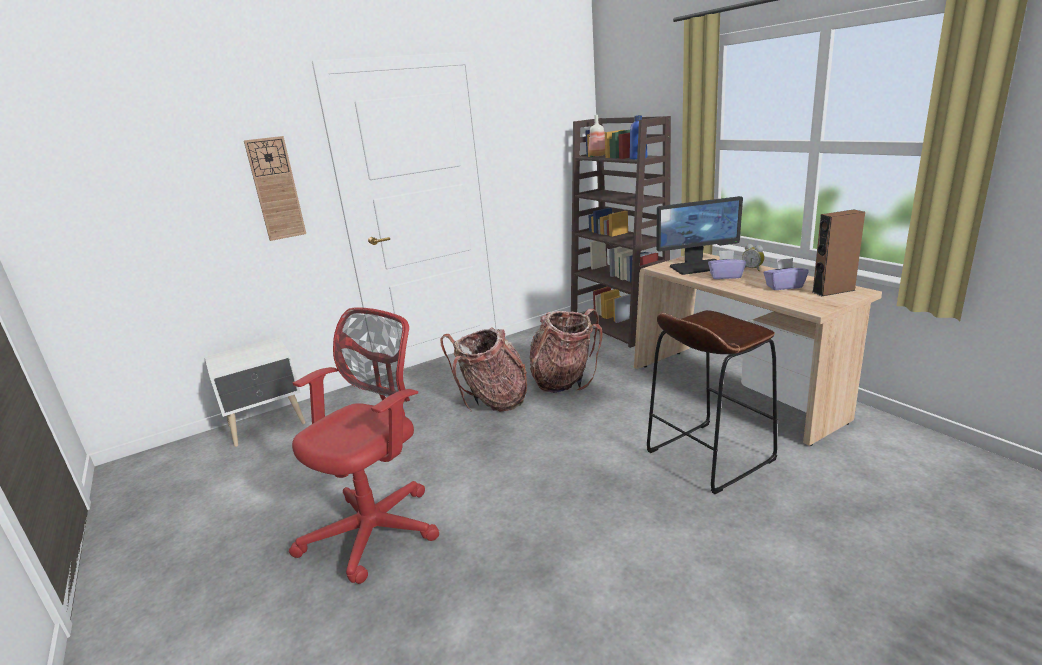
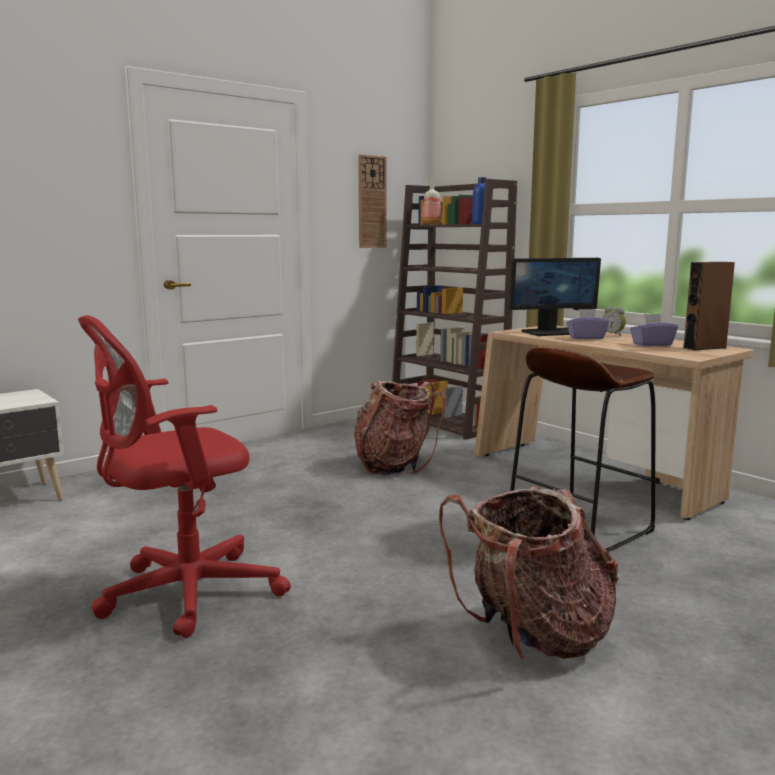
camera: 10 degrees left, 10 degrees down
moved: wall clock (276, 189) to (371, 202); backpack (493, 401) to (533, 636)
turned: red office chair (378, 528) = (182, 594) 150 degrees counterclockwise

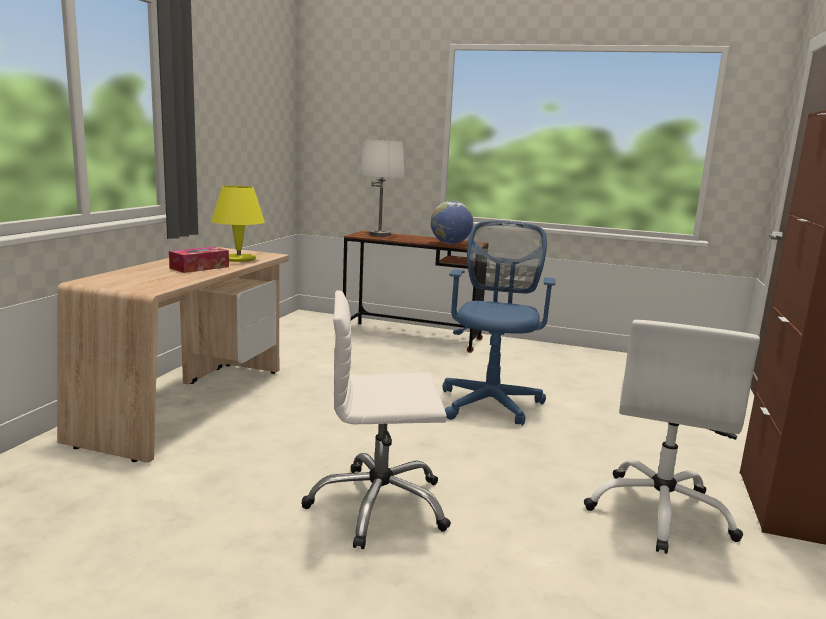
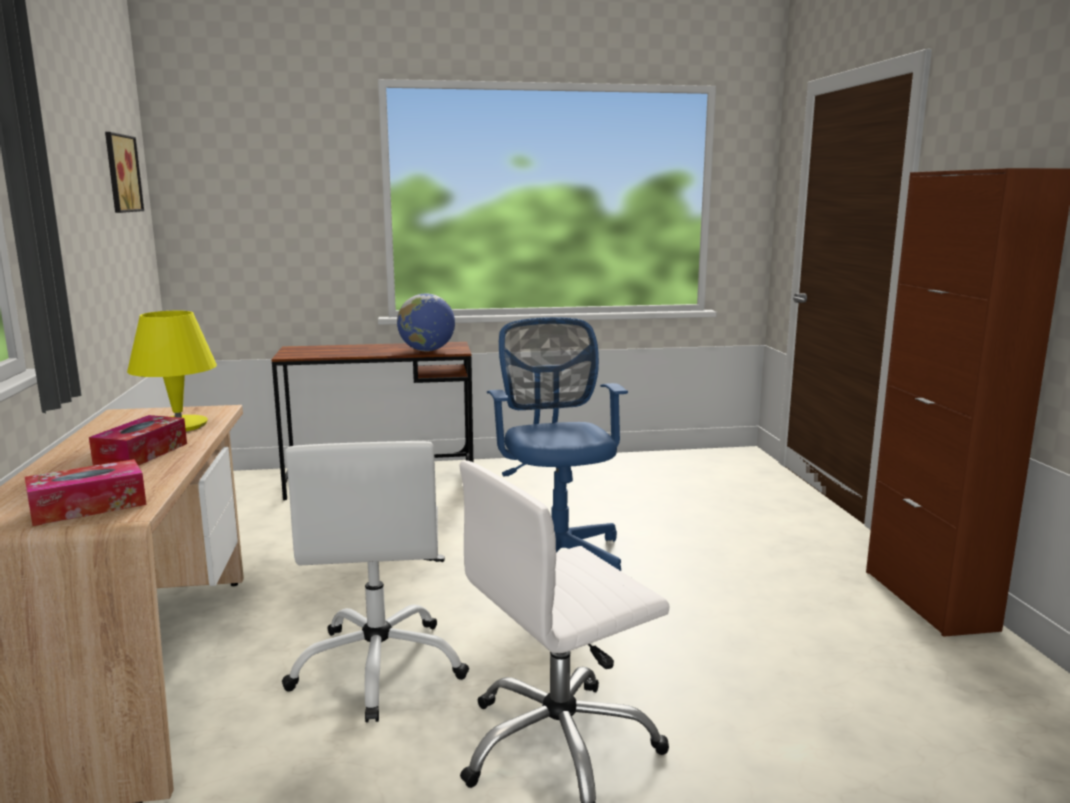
camera: 25 degrees left, 0 degrees up
removed: white table lamp (380, 234)
added: picture (119, 173); tissue box (88, 506)
moved: white office chair (660, 512) to (379, 667)

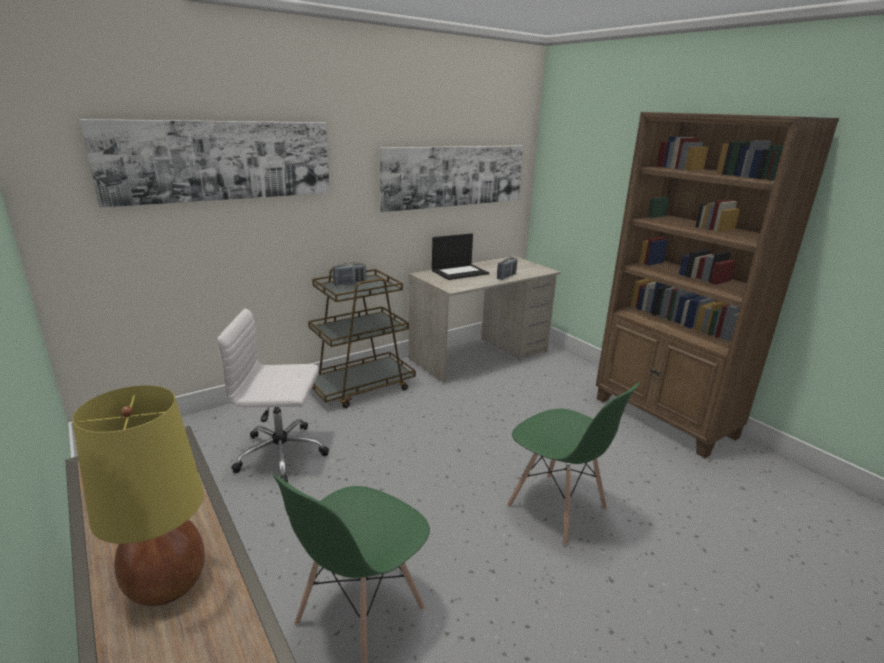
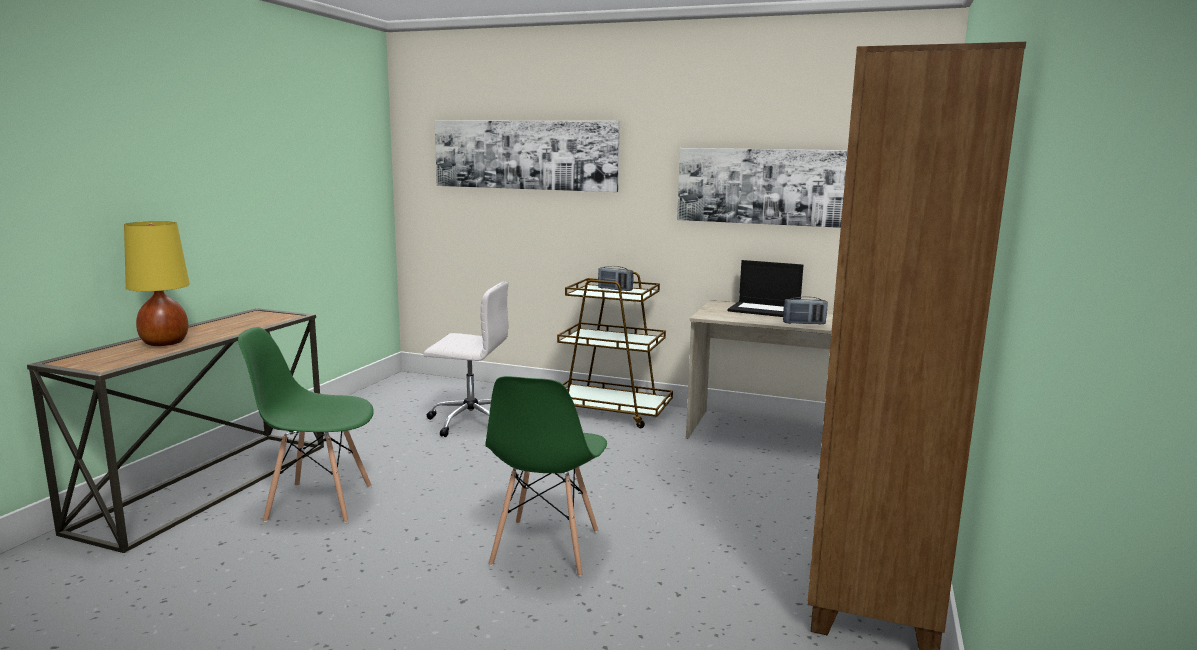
camera: 55 degrees right, 10 degrees down
turned: white office chair (283, 454) = (469, 421) 135 degrees clockwise

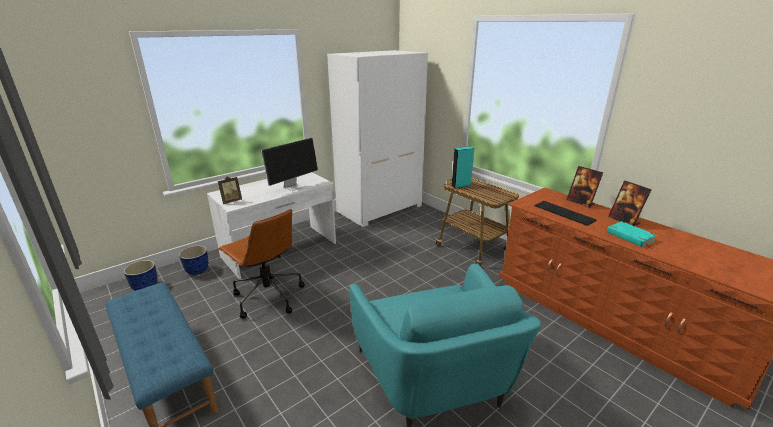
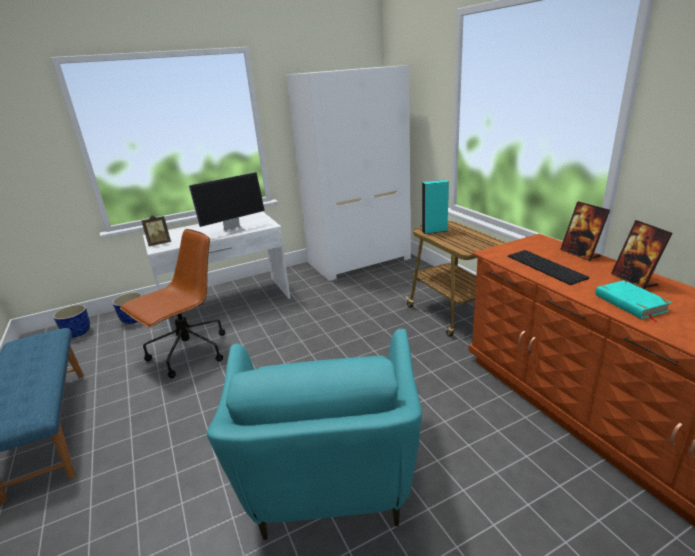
camera: 15 degrees right, 0 degrees up
turned: brown office chair (267, 297) = (188, 353) 105 degrees counterclockwise

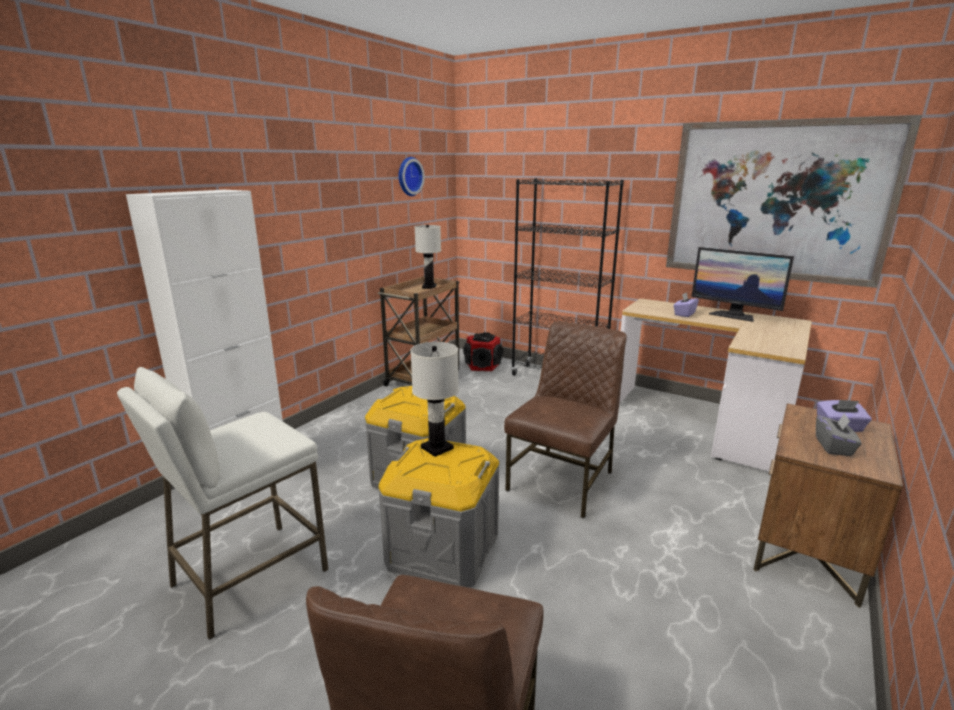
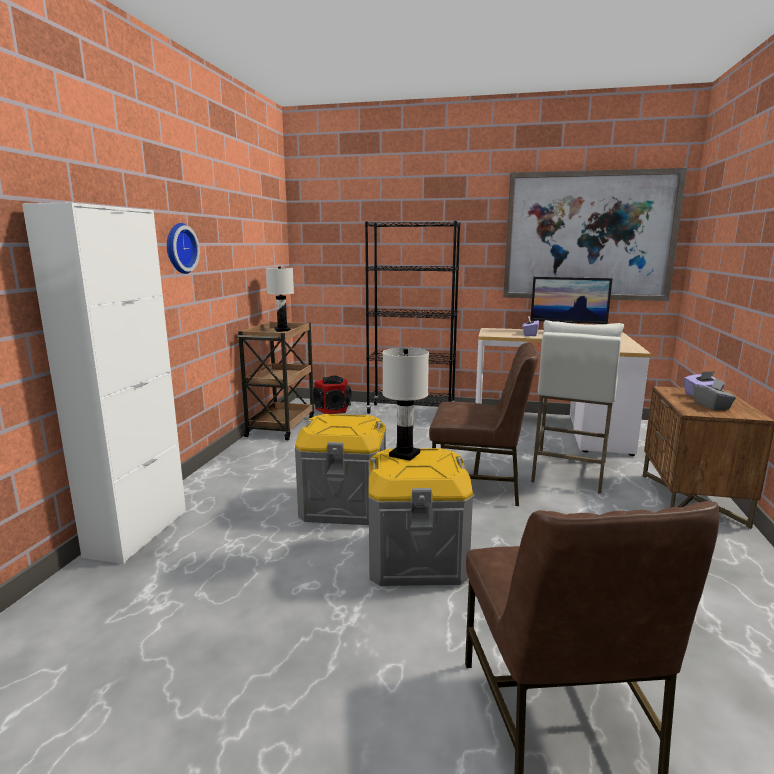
camera: 20 degrees left, 5 degrees down
moved: wall clock (408, 176) to (179, 248); white stool (249, 577) to (568, 471)
turned: brown chair (563, 480) = (478, 486) 90 degrees clockwise

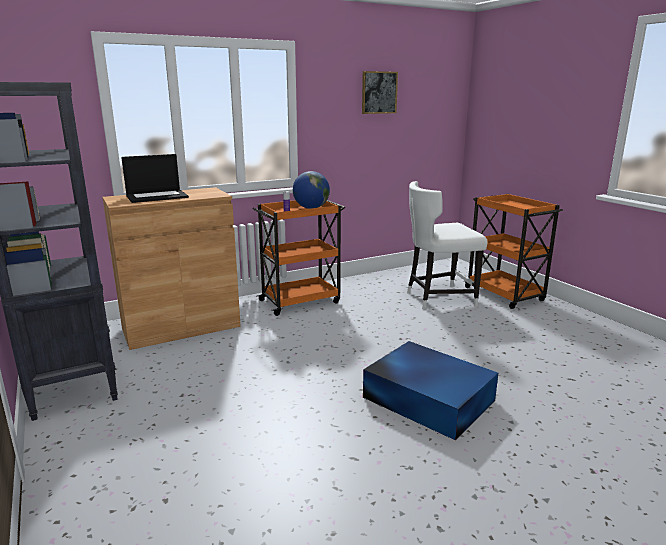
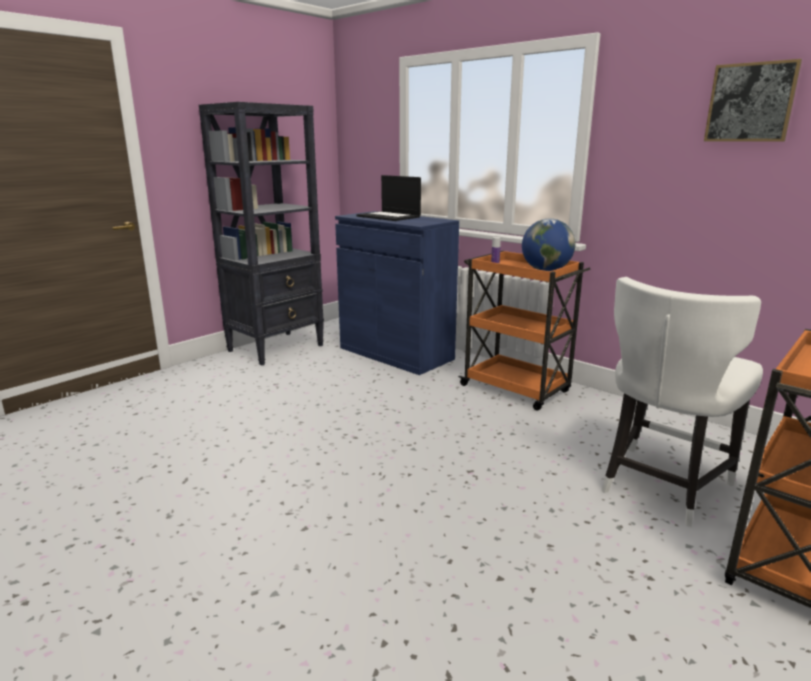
camera: 70 degrees right, 0 degrees up
removed: blue storage box (427, 398)
recoloured: brown cabinet (181, 327) to blue cabinet (396, 353)
turned: white chair (438, 298) = (661, 486) 105 degrees counterclockwise

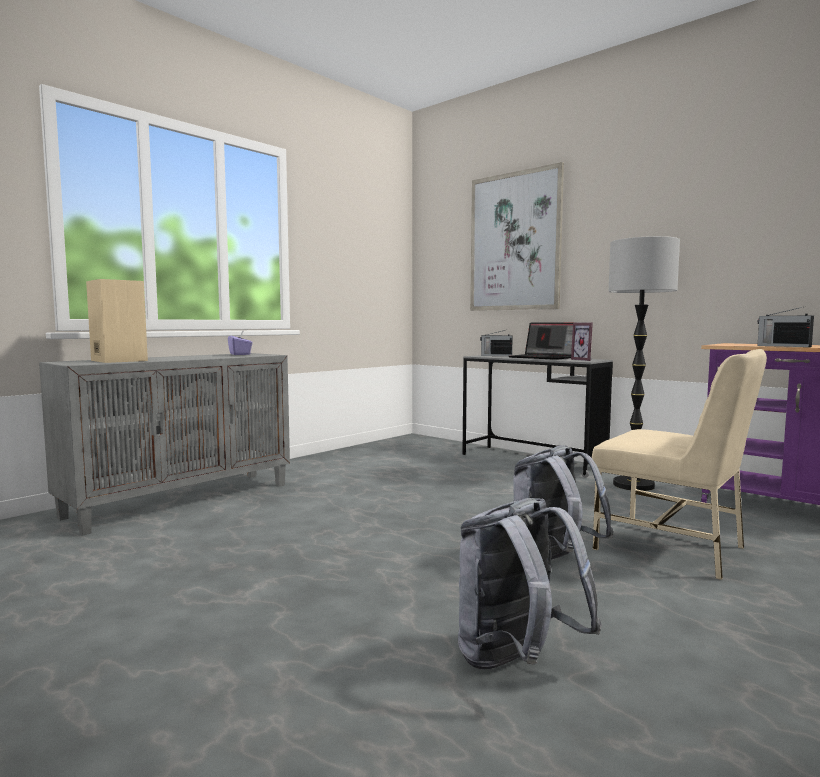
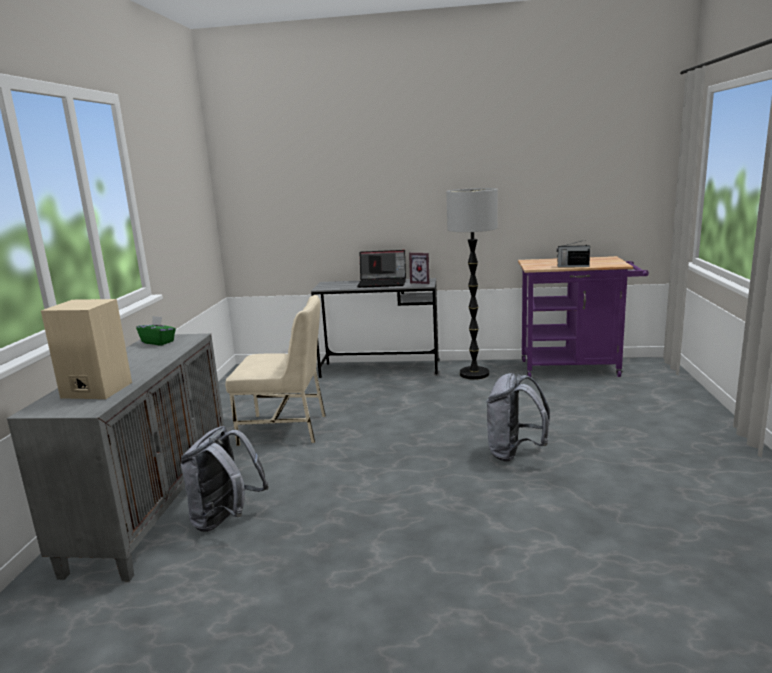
camera: 35 degrees left, 10 degrees up
removed: picture (515, 242); radio (496, 355)
moved: beige chair (672, 548) to (285, 429); grey backpack (516, 662) to (226, 520)
recoloured: purple tissue box (240, 354) to green tissue box (158, 342)

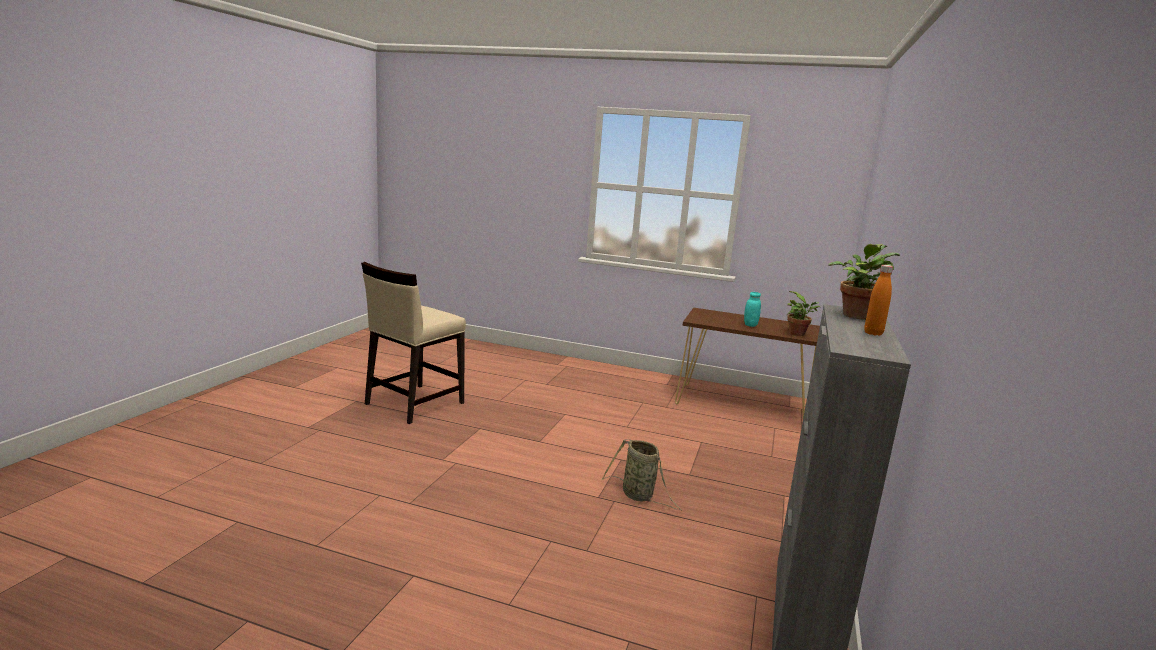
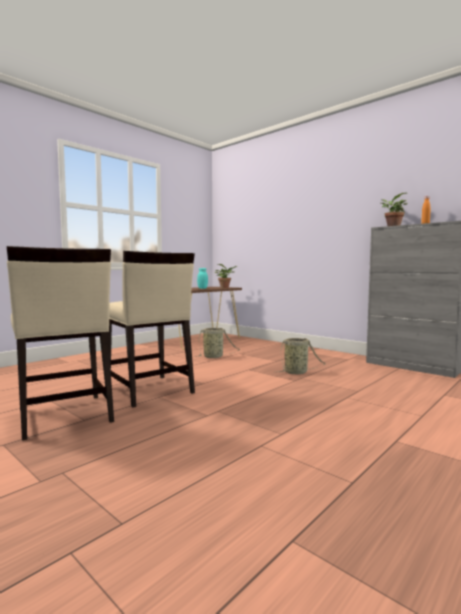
camera: 65 degrees left, 10 degrees down
added: beige chair (149, 390); basket (214, 357)

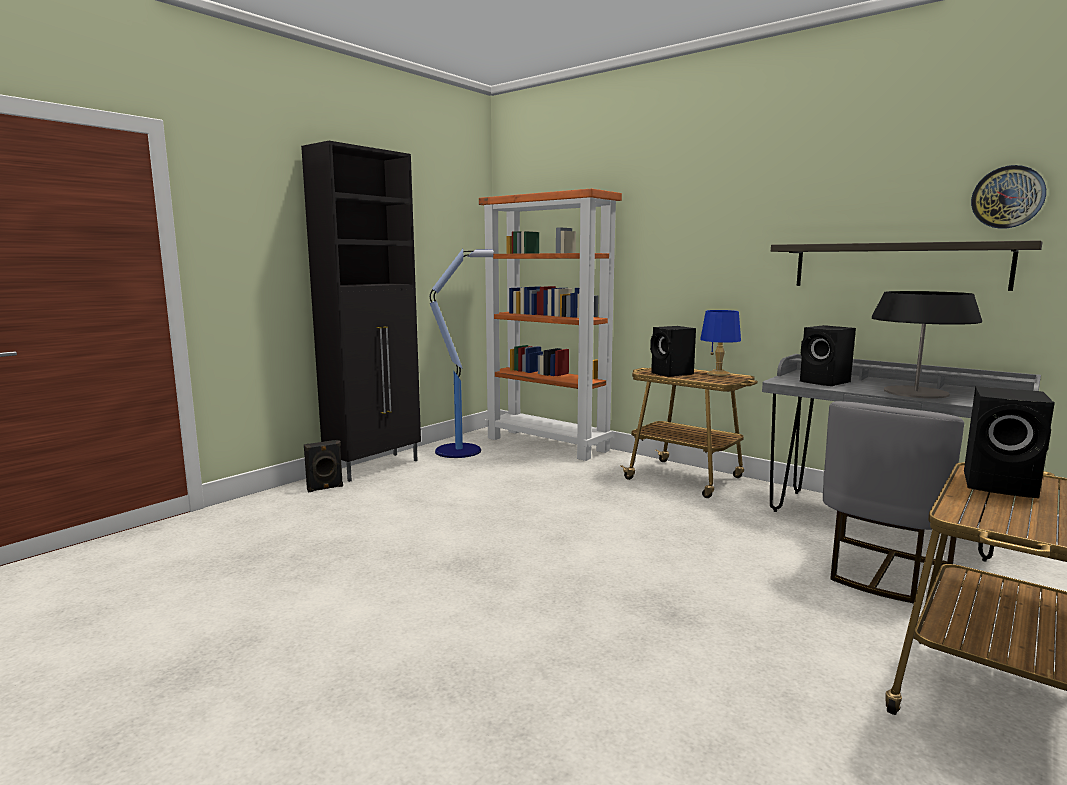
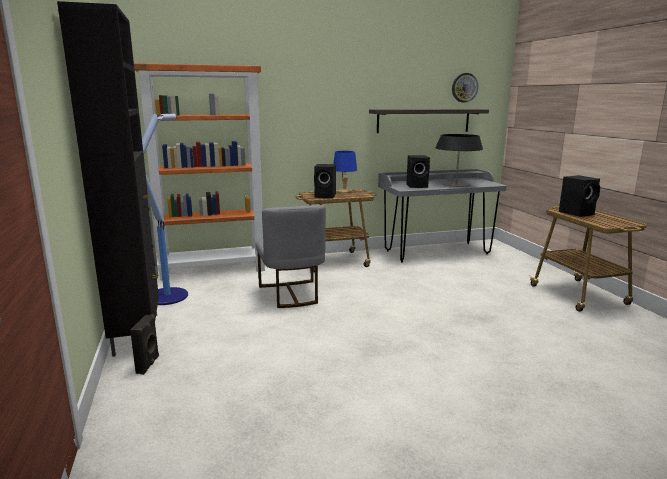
camera: 55 degrees left, 5 degrees up
moved: grey chair (882, 570) to (291, 294)

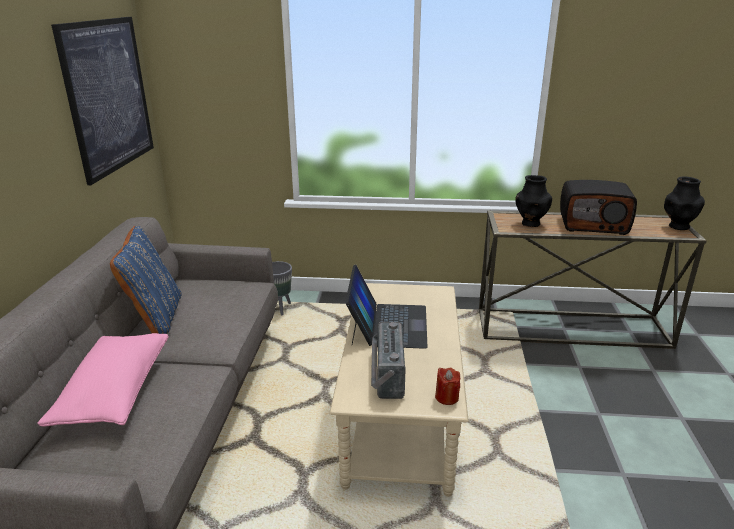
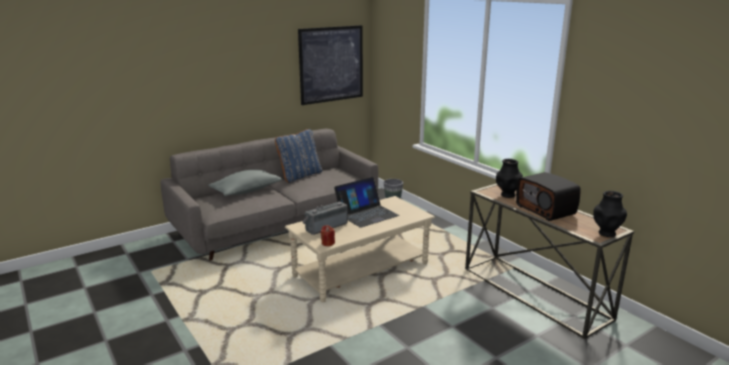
camera: 50 degrees right, 5 degrees down
recoloured: pink pillow (114, 392) to grey pillow (246, 191)

